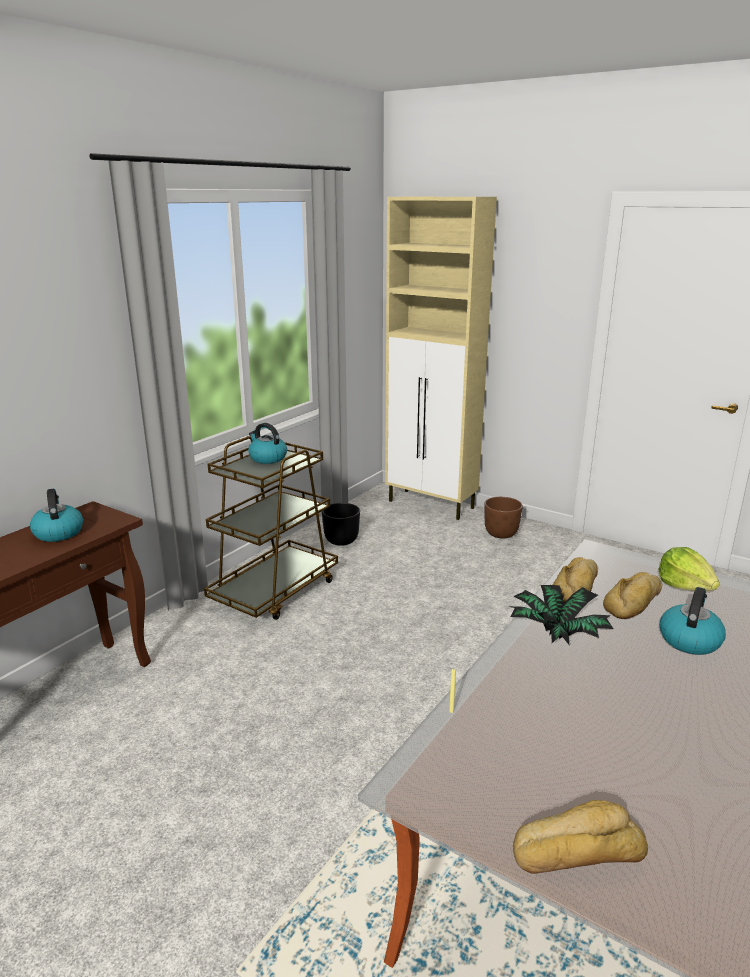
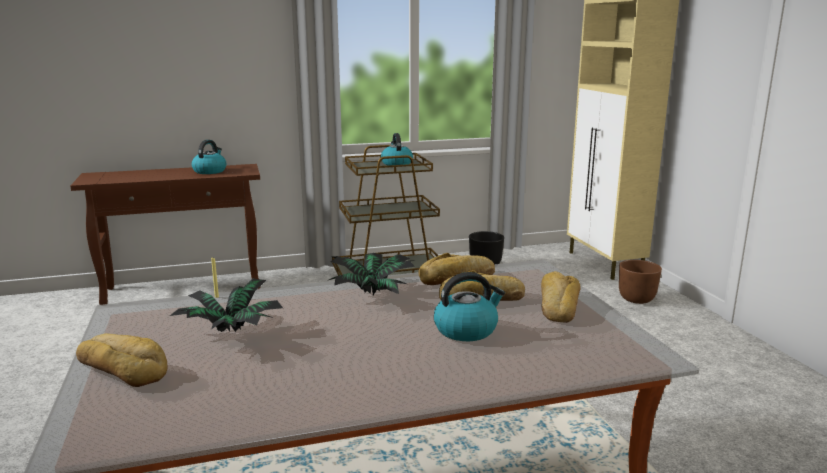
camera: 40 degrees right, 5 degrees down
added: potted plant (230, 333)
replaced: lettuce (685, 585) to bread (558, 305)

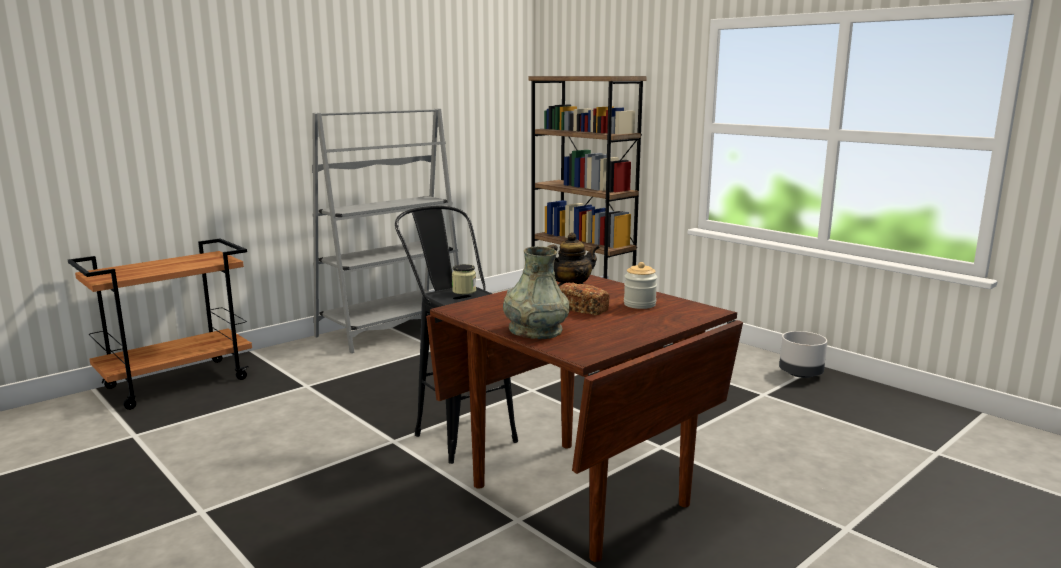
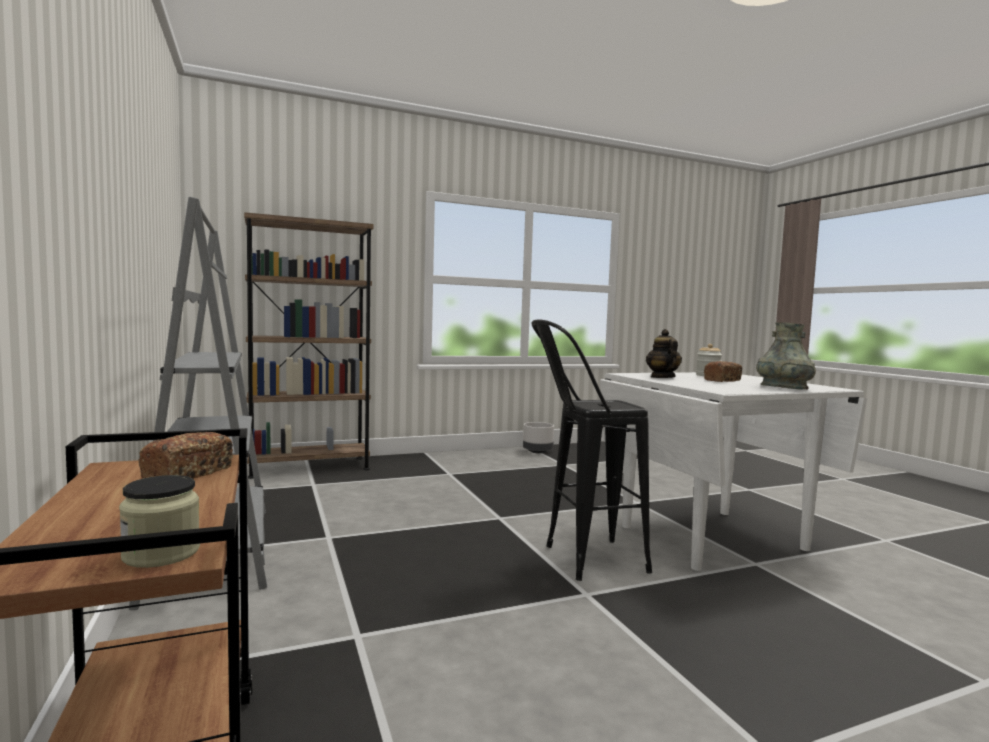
camera: 70 degrees left, 10 degrees down
added: bread (188, 474)
moved: jar (464, 291) to (161, 554)
recoloured: brown dining table (578, 495) to white dining table (713, 538)

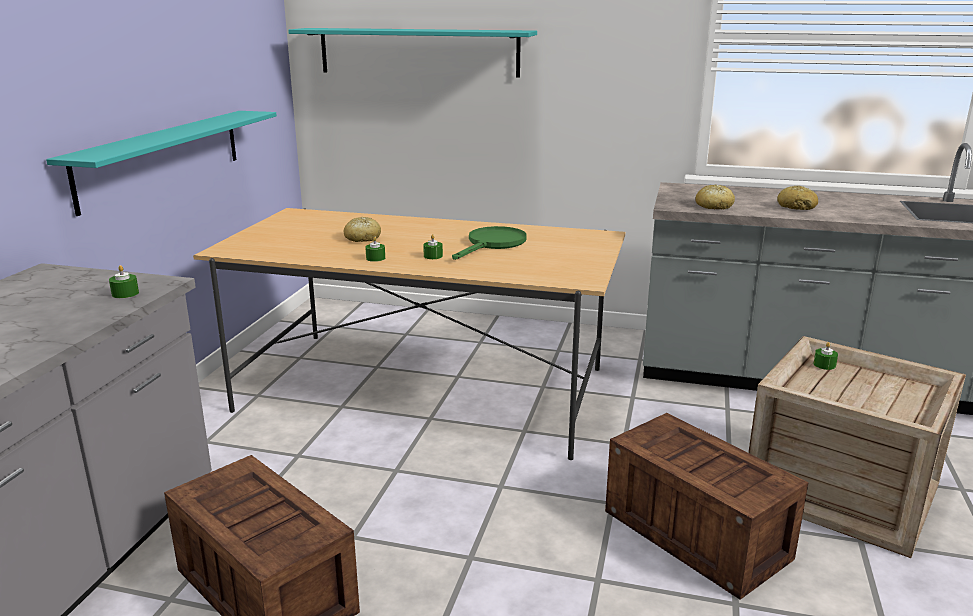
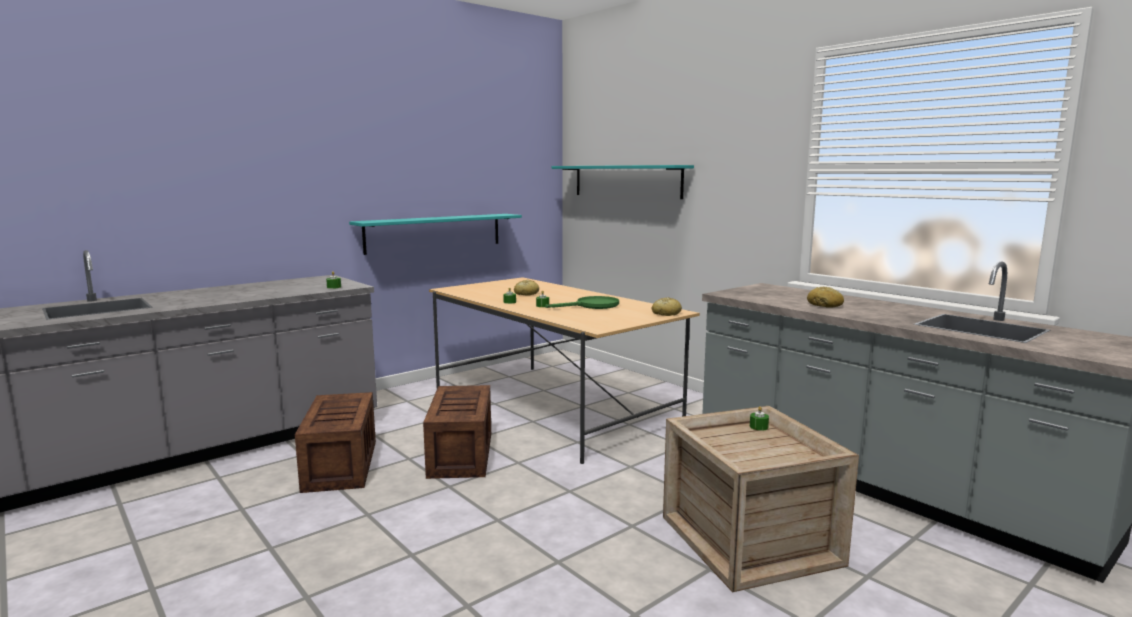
camera: 35 degrees right, 10 degrees down
moved: bread (714, 206) to (666, 313); crate (698, 535) to (461, 455)

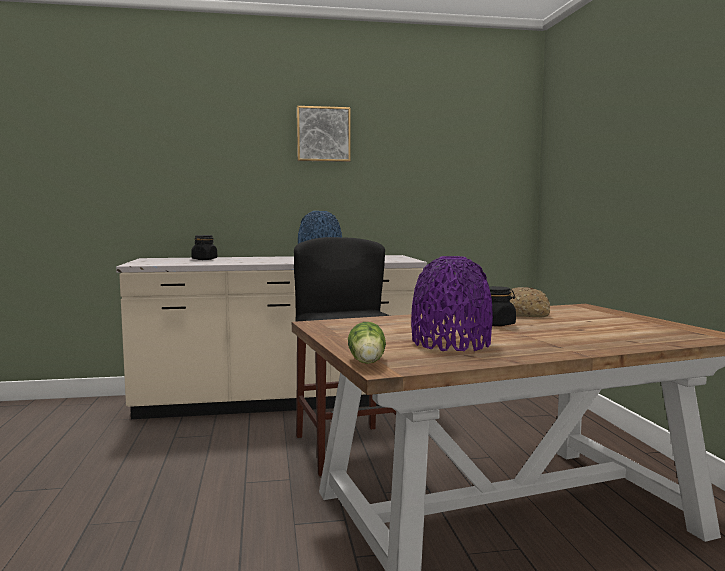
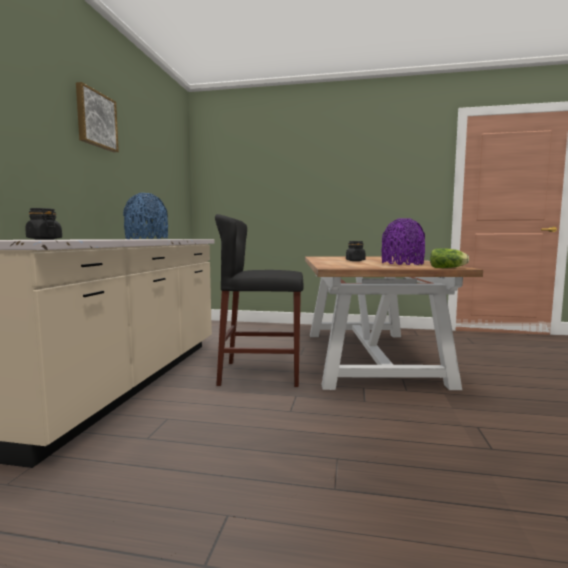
camera: 70 degrees left, 0 degrees up
removed: bread (525, 314)

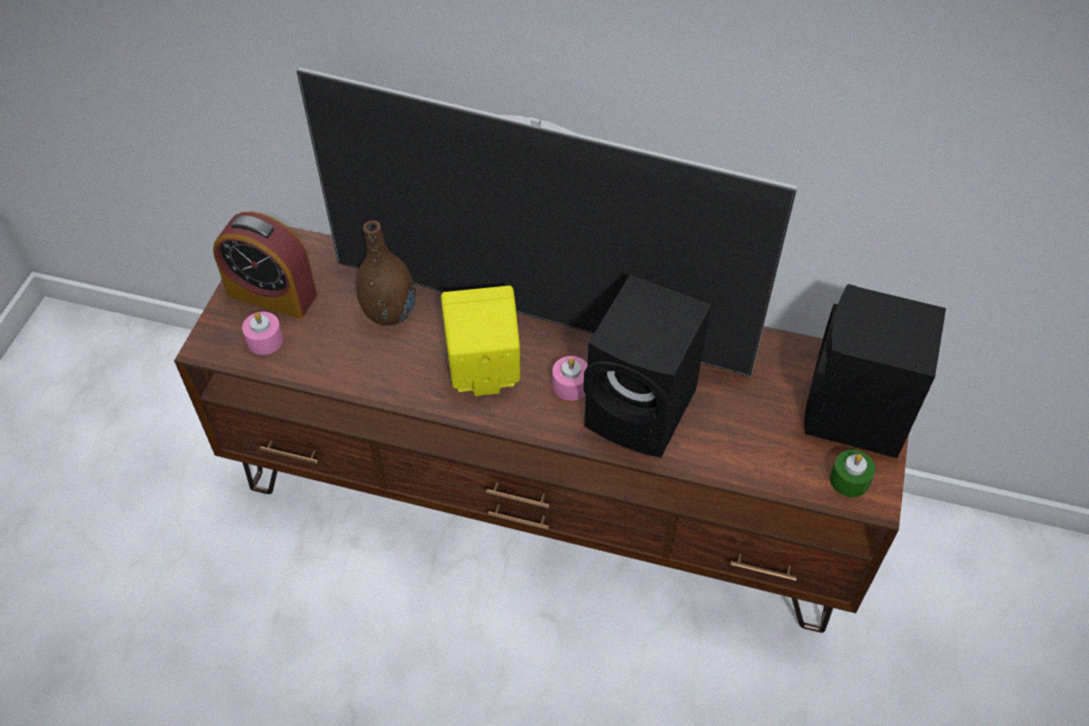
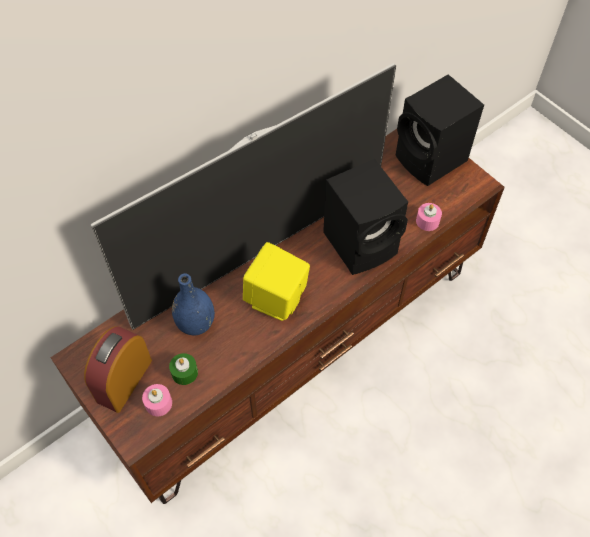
camera: 55 degrees left, 5 degrees up
moved: pink candle (570, 385) to (427, 221); green candle (849, 480) to (184, 372)
recoloured: brown vase (389, 314) to blue vase (196, 324)
turned: alarm clock (272, 294) = (124, 380) 150 degrees clockwise

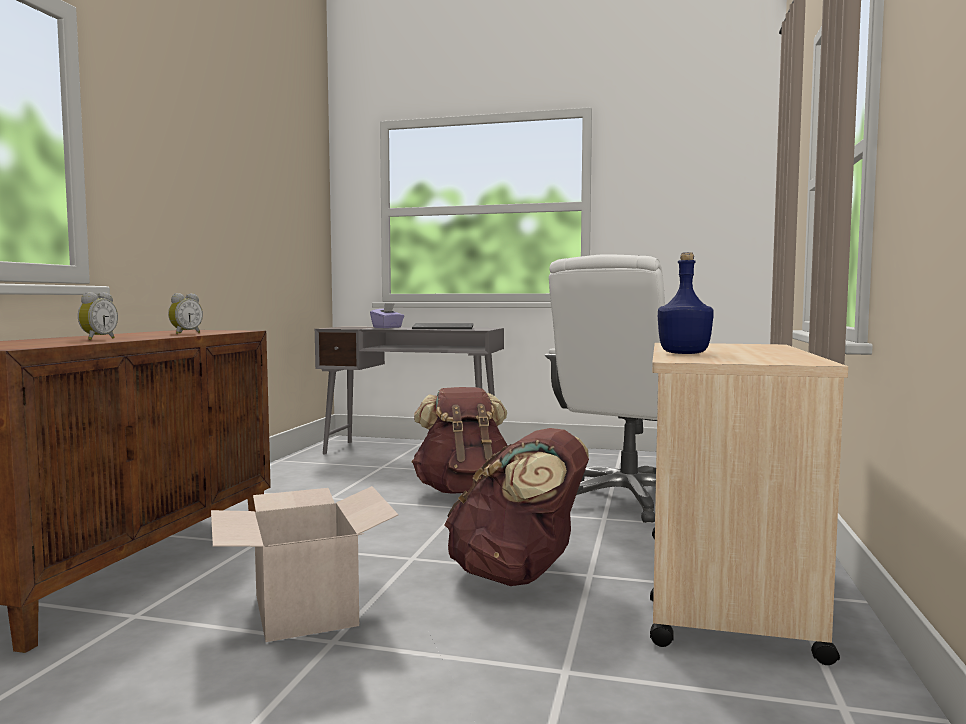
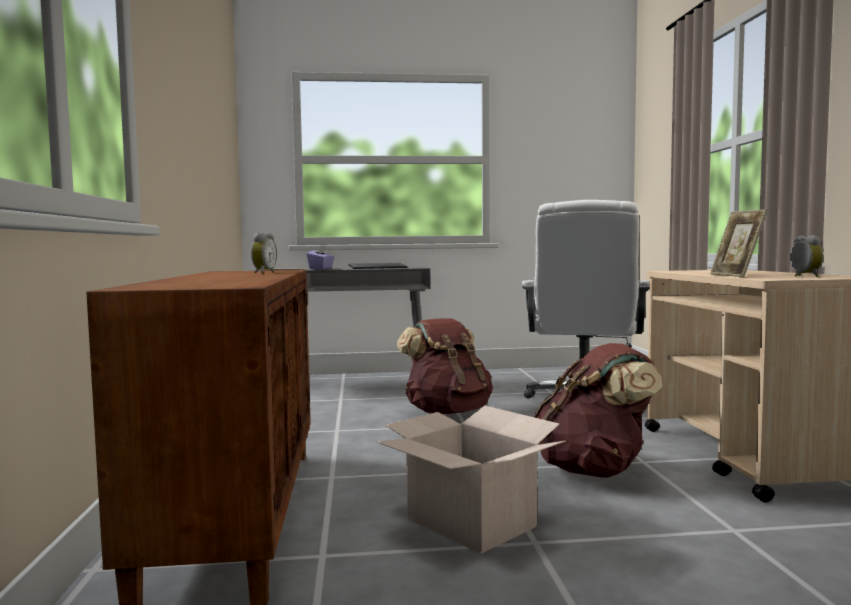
camera: 20 degrees left, 0 degrees up
moved: alarm clock (97, 339) to (803, 276)
replaced: blue bottle (684, 353) to picture frame (736, 275)

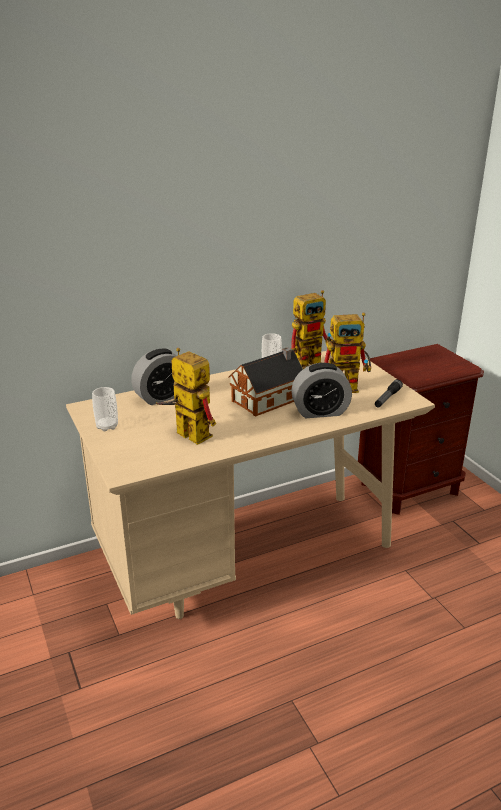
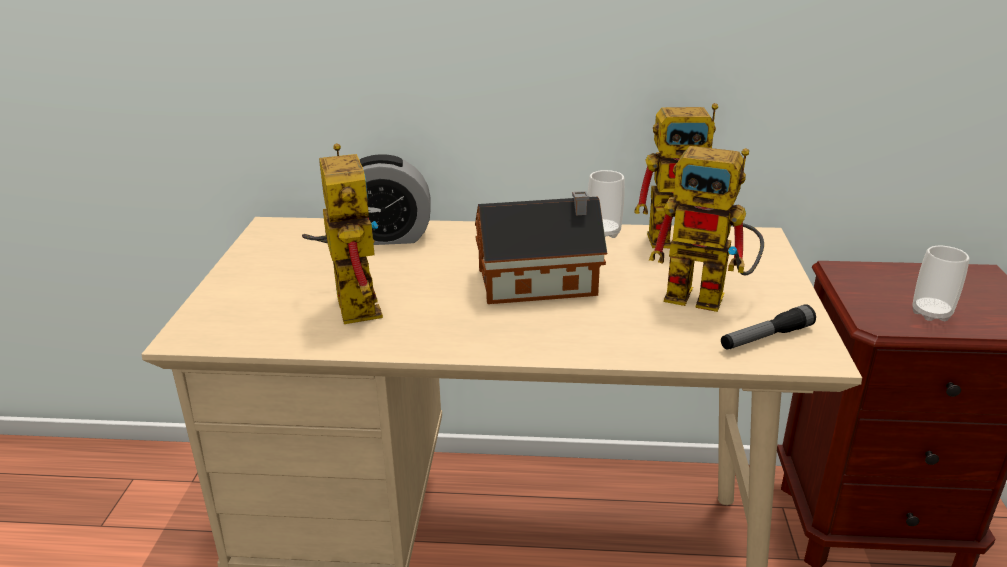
camera: 30 degrees right, 0 degrees up
removed: alarm clock (320, 412)
moved: cup (107, 426) to (931, 313)

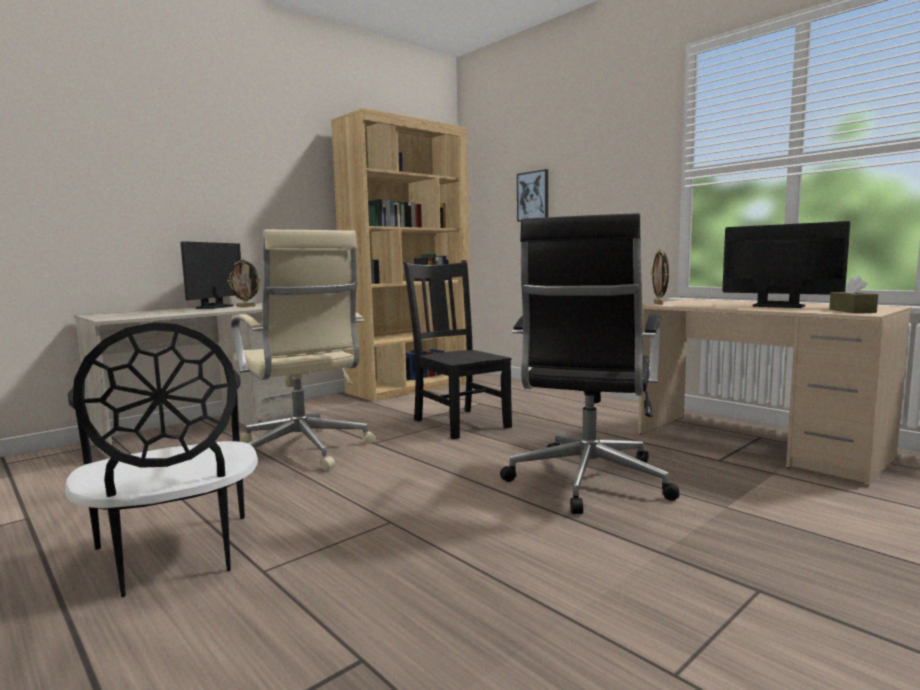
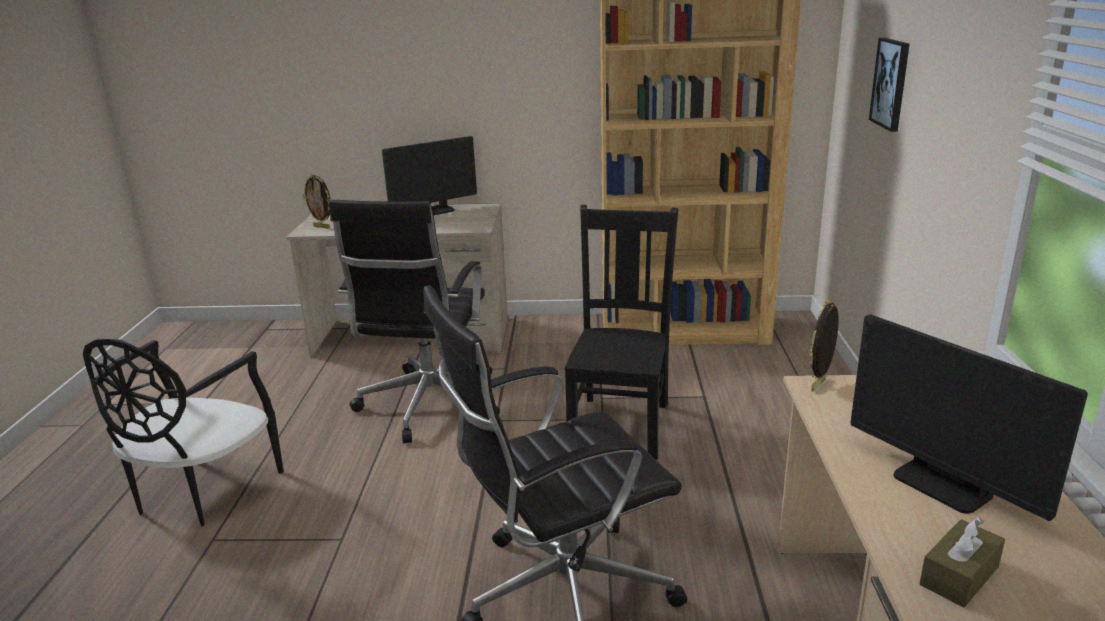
camera: 45 degrees right, 15 degrees up
moved: picture frame (246, 306) to (322, 227)
recoloured: beige office chair (303, 452) to black office chair (428, 405)
turned: monitor (778, 306) = (942, 485) 150 degrees clockwise

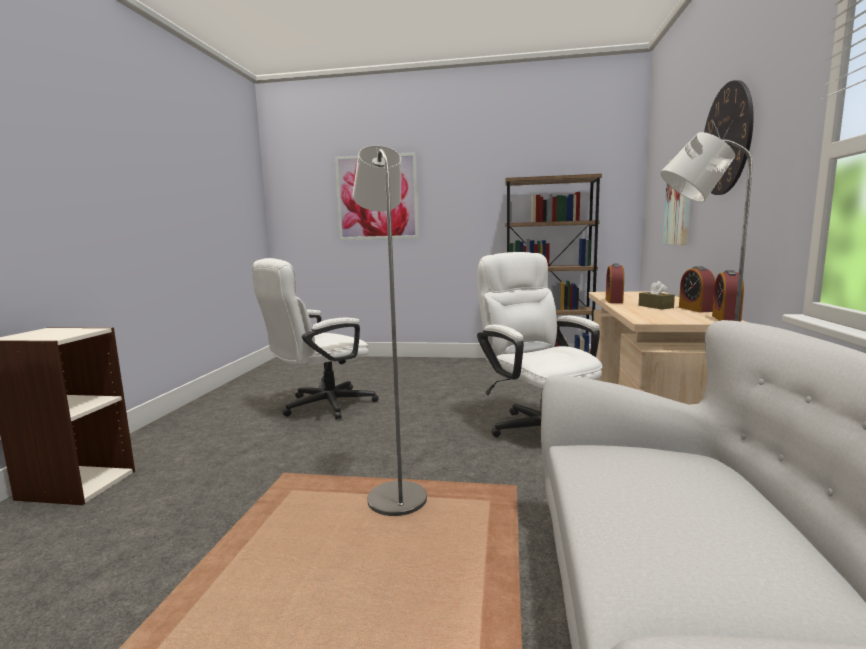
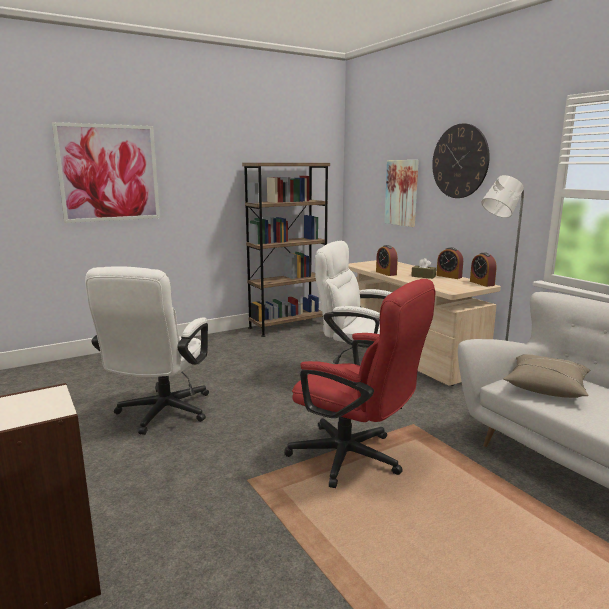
camera: 40 degrees left, 5 degrees up
added: beige pillow (546, 387)
replaced: grey floor lamp (394, 494) to red office chair (355, 459)

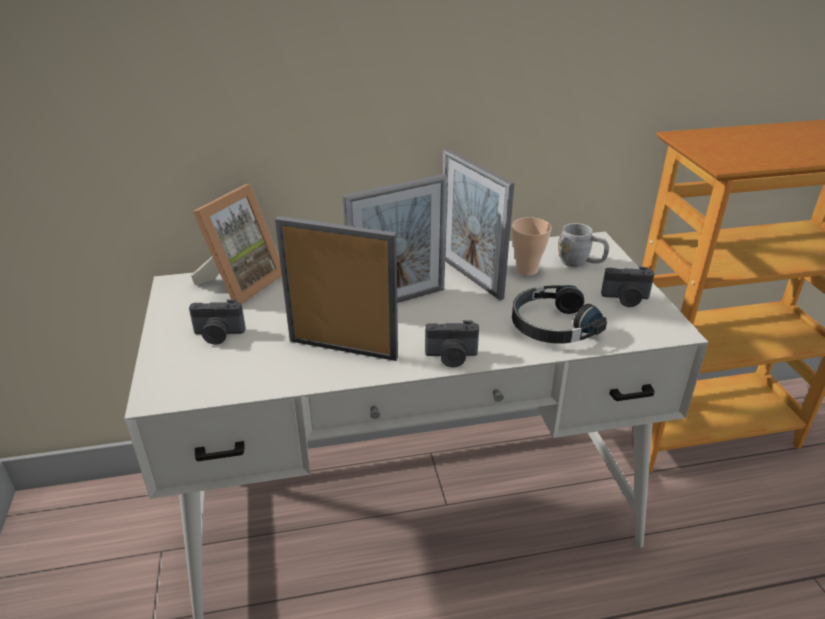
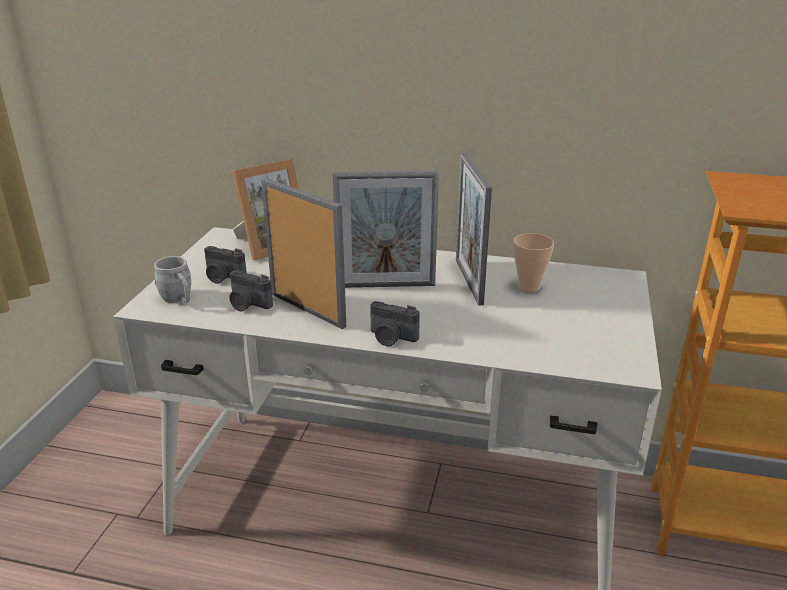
camera: 25 degrees right, 5 degrees down
removed: black headphones (552, 325)
moved: grey mug (580, 262) to (179, 299); photo camera (625, 299) to (248, 304)

